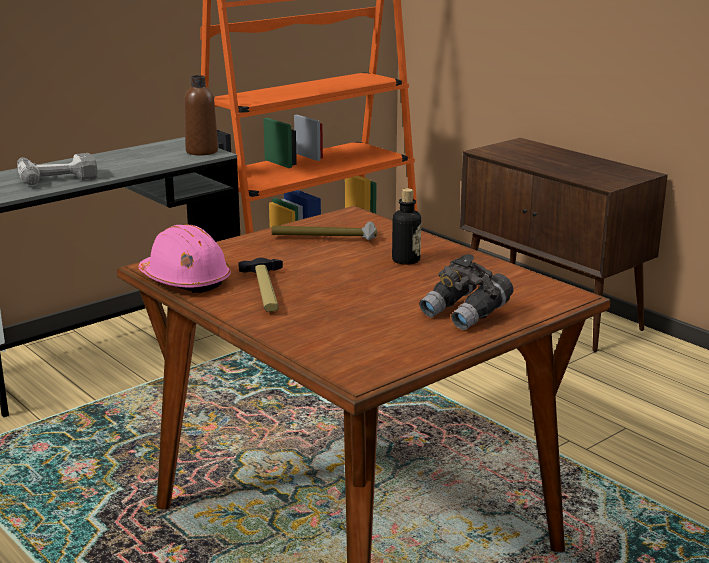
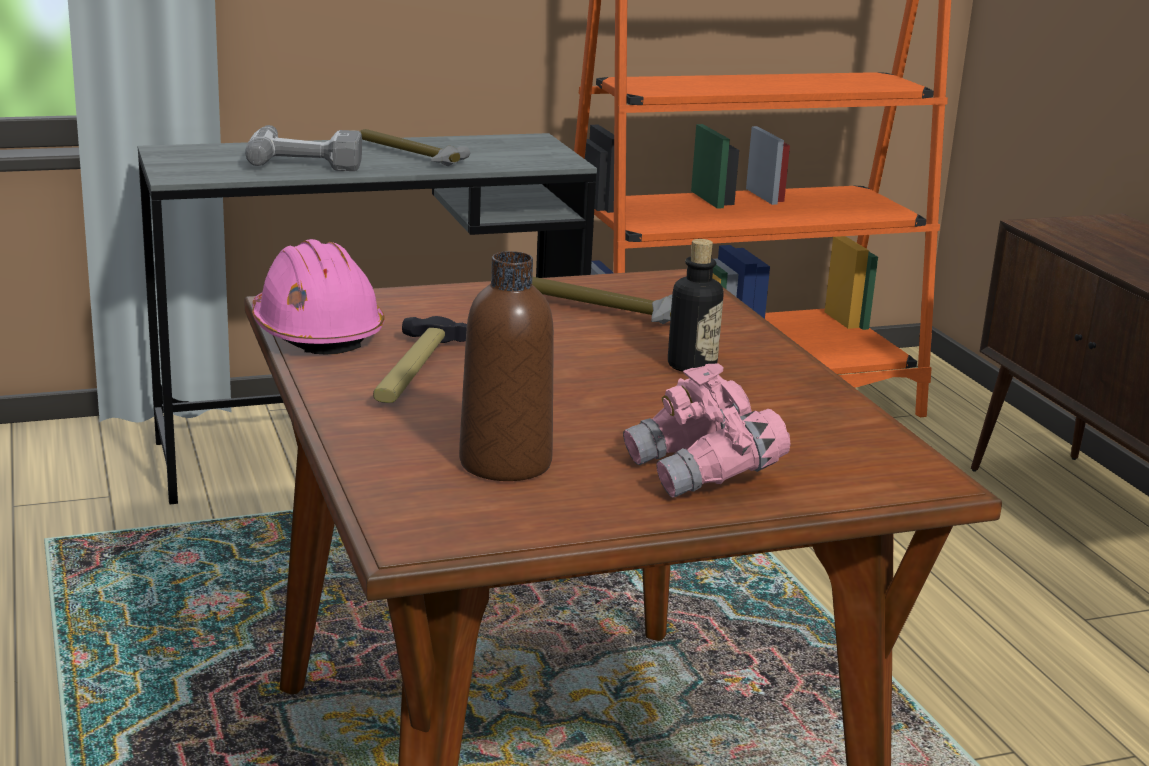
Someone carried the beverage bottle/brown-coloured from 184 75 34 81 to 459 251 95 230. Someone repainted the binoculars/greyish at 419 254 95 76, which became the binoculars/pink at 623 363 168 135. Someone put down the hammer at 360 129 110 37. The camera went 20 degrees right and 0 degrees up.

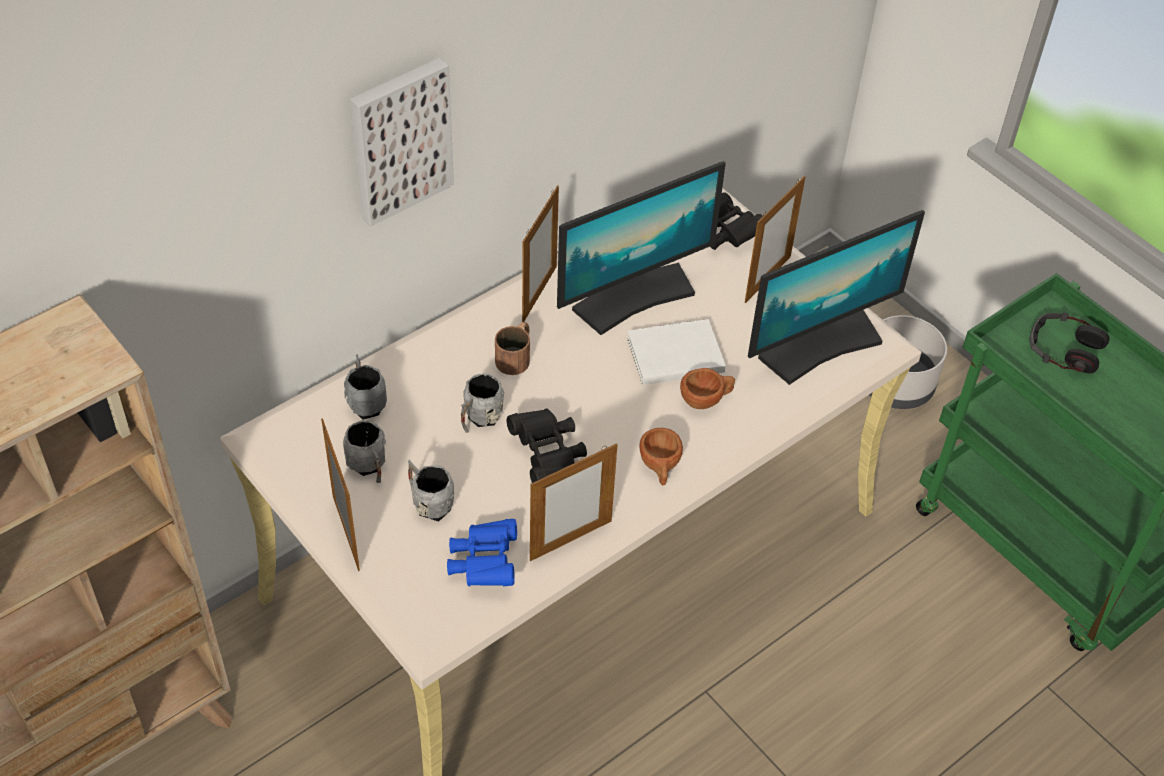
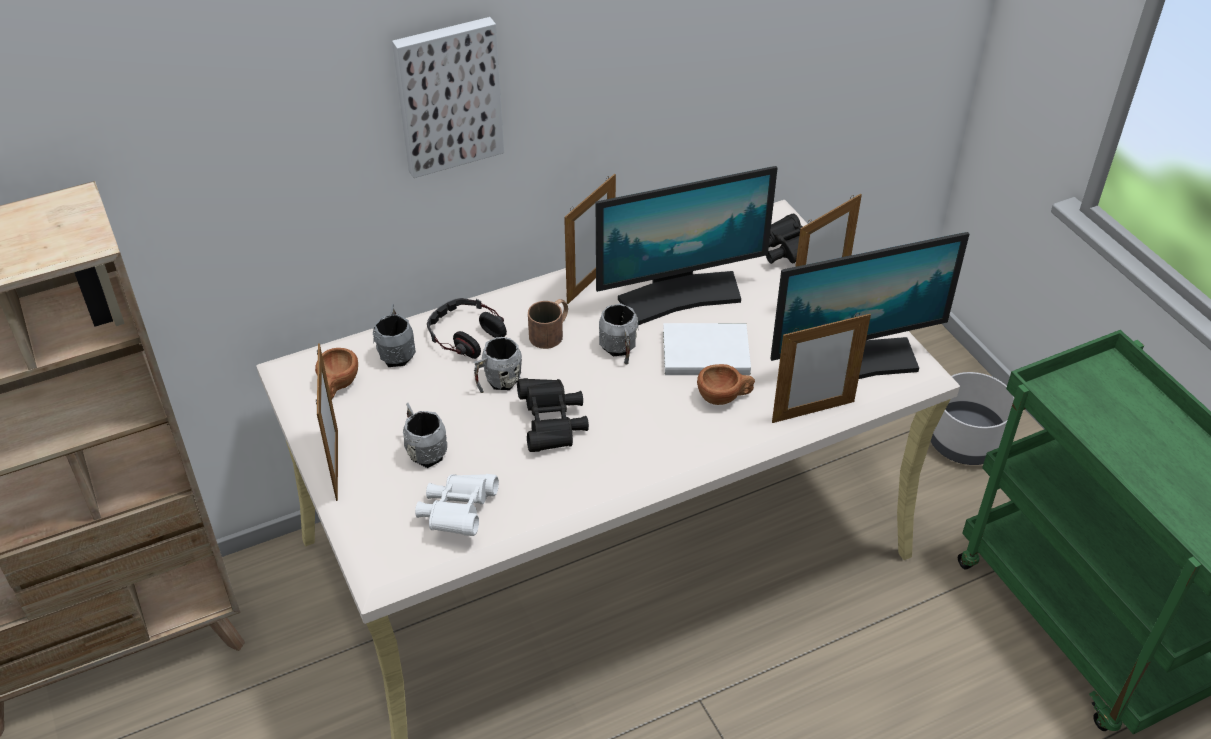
Someone carried the headphones from 1029 312 81 61 to 427 298 80 61. Someone carried the mug/greyish from 343 420 43 63 to 599 303 40 61. Someone carried the drinking cup/brown-coloured from 639 428 44 57 to 315 348 43 51. Someone carried the picture frame from 530 443 88 118 to 772 313 99 110. Someone repainted the binoculars/bluish at 447 519 70 67, which became the binoculars/white-coloured at 415 474 84 62. The camera went 15 degrees right and 5 degrees down.

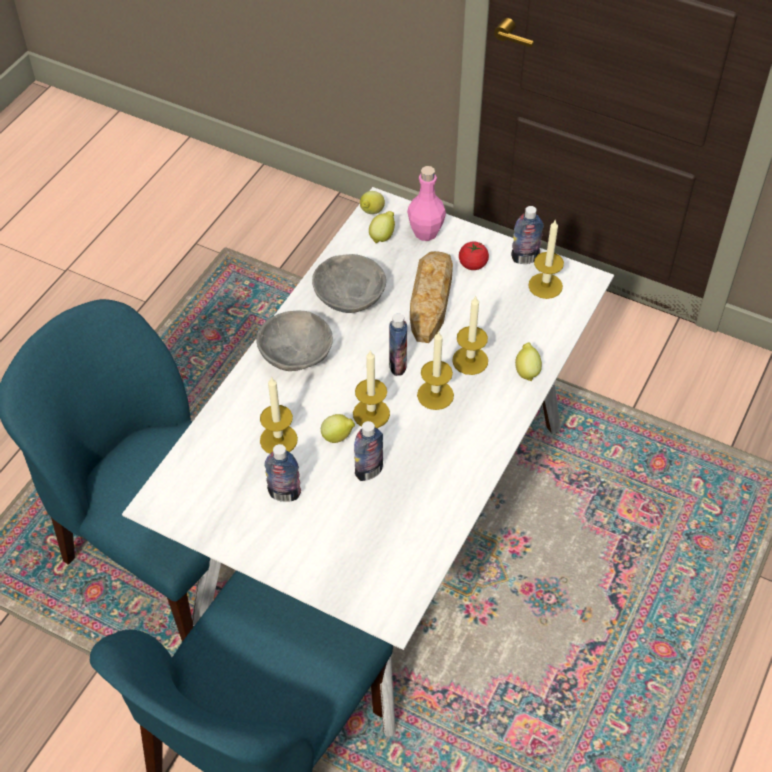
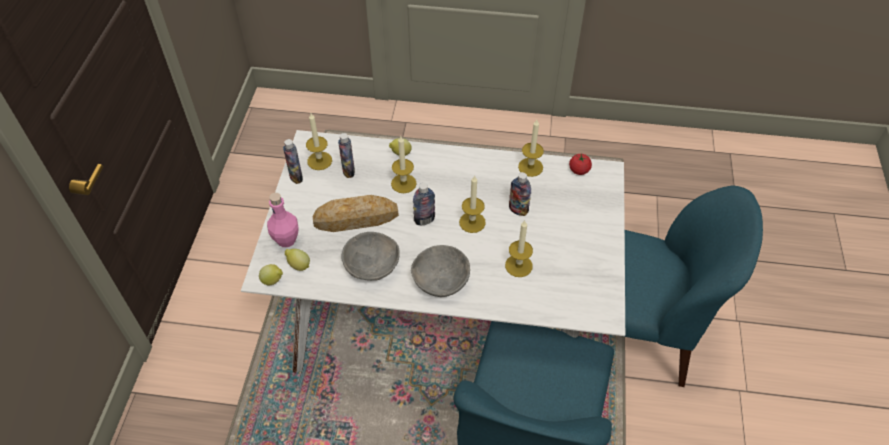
Someone carried the fresh tomato from 459 241 30 29 to 569 154 23 21. Someone carried the wax candle from 417 332 37 78 to 518 120 26 57. Someone took away the lemon at 321 414 34 29. Someone carried the beverage bottle from 264 444 37 58 to 338 133 17 45. The camera went 110 degrees left and 0 degrees up.

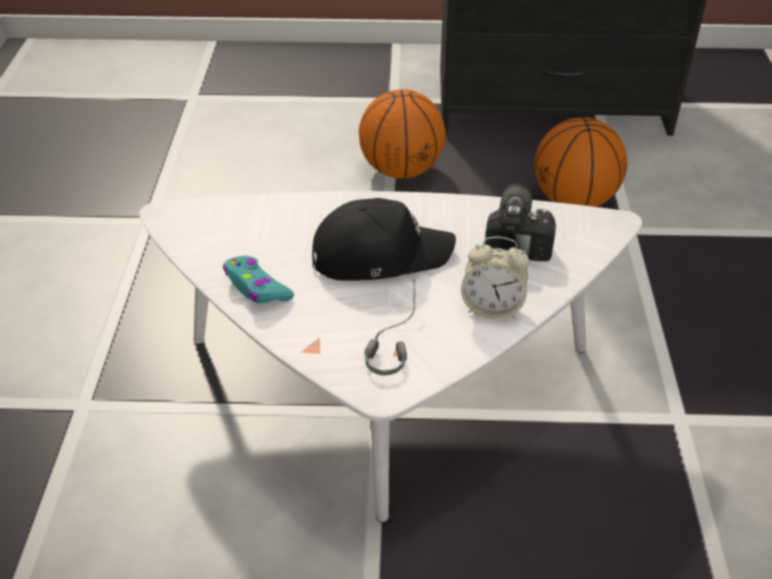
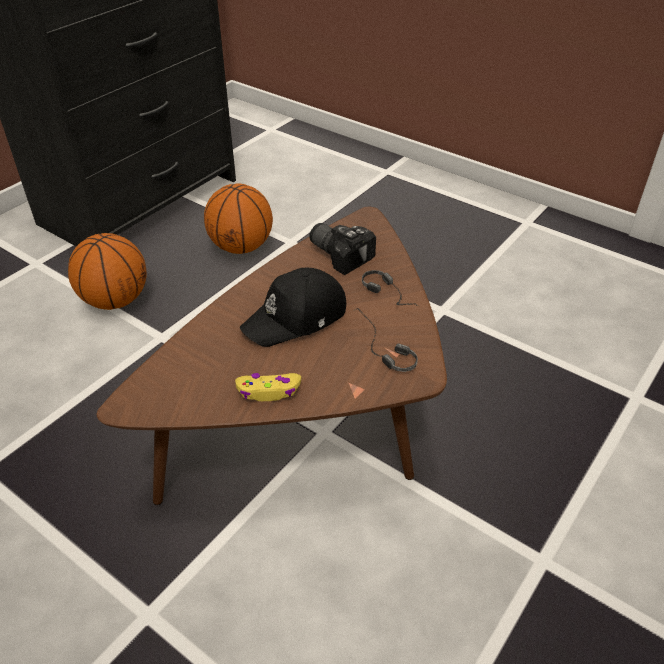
Someone repainted the low table/white-coloured at 139 191 503 332, which became the low table/brown-coloured at 97 207 350 298. Someone rotated the cap/black-coloured at 312 198 144 82 by 150 degrees counterclockwise. Someone swapped the bedside clock at 461 236 69 83 for the headphones at 362 270 56 36. Someone repainted the game controller/turquoise-coloured at 223 256 71 48, which became the game controller/yellow at 235 373 66 28. The camera went 55 degrees left and 0 degrees up.

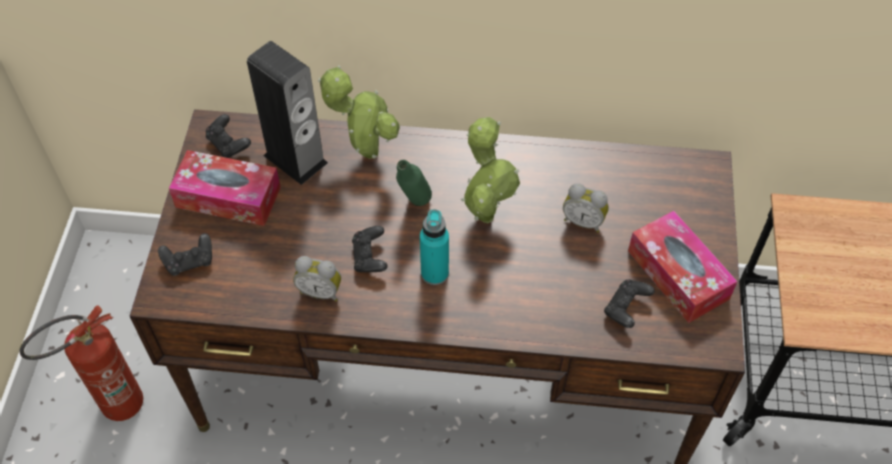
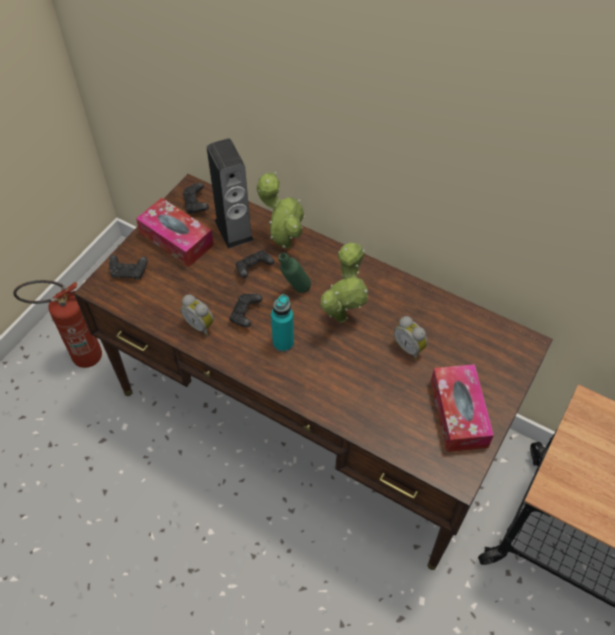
Someone carried the game controller/black-coloured from 604 279 51 49 to 236 250 38 28. The camera went 25 degrees right and 0 degrees up.

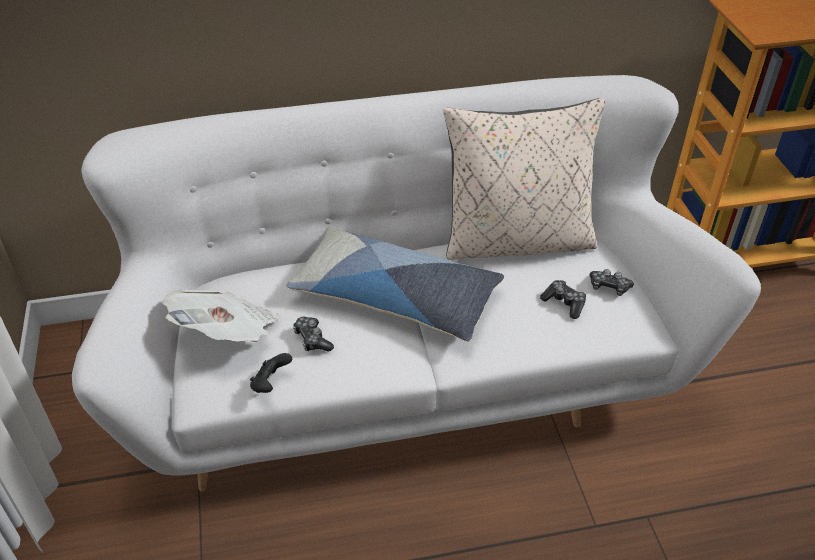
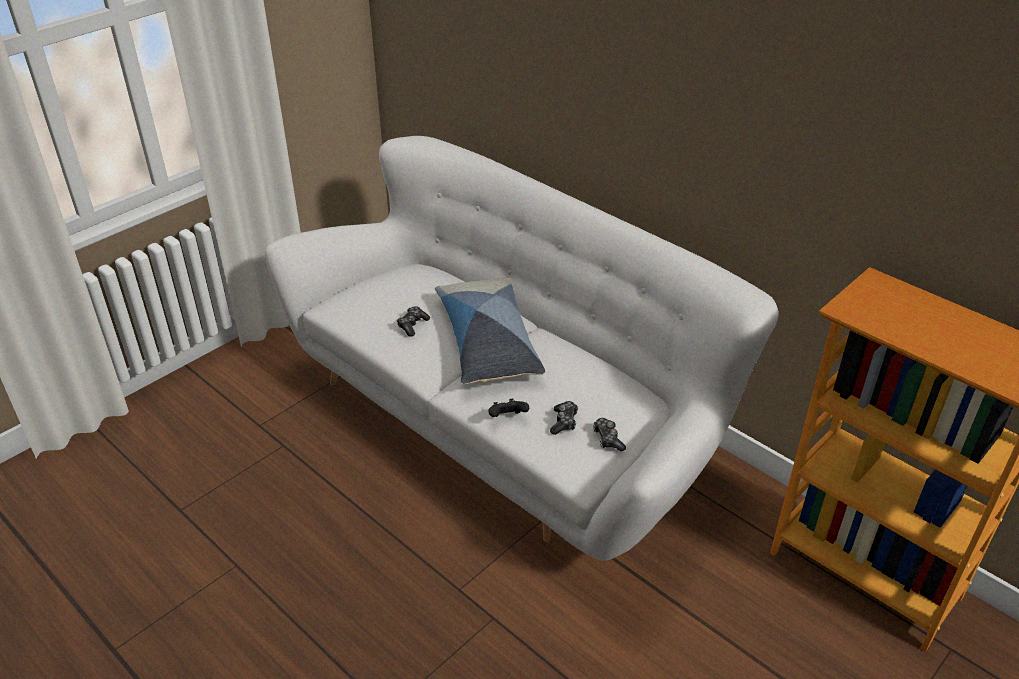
Someone took away the cushion/beige at 443 98 162 162. Someone took away the daily paper at 162 290 119 53. Someone carried the game controller/black-coloured from 250 353 42 40 to 488 398 41 19. The camera went 55 degrees right and 5 degrees down.

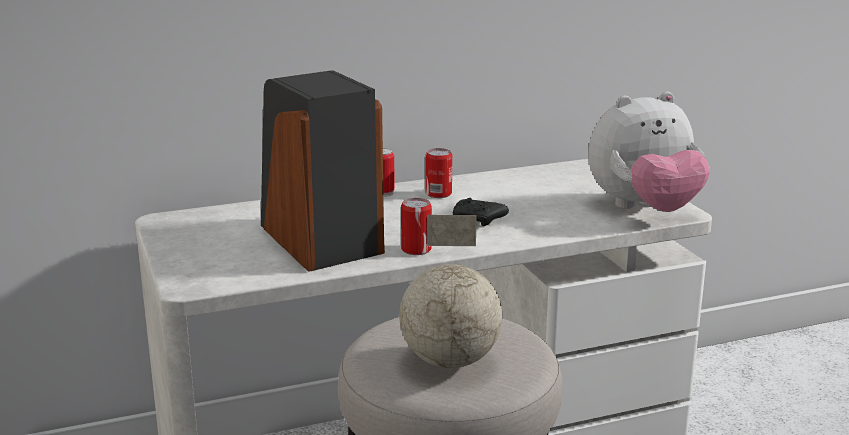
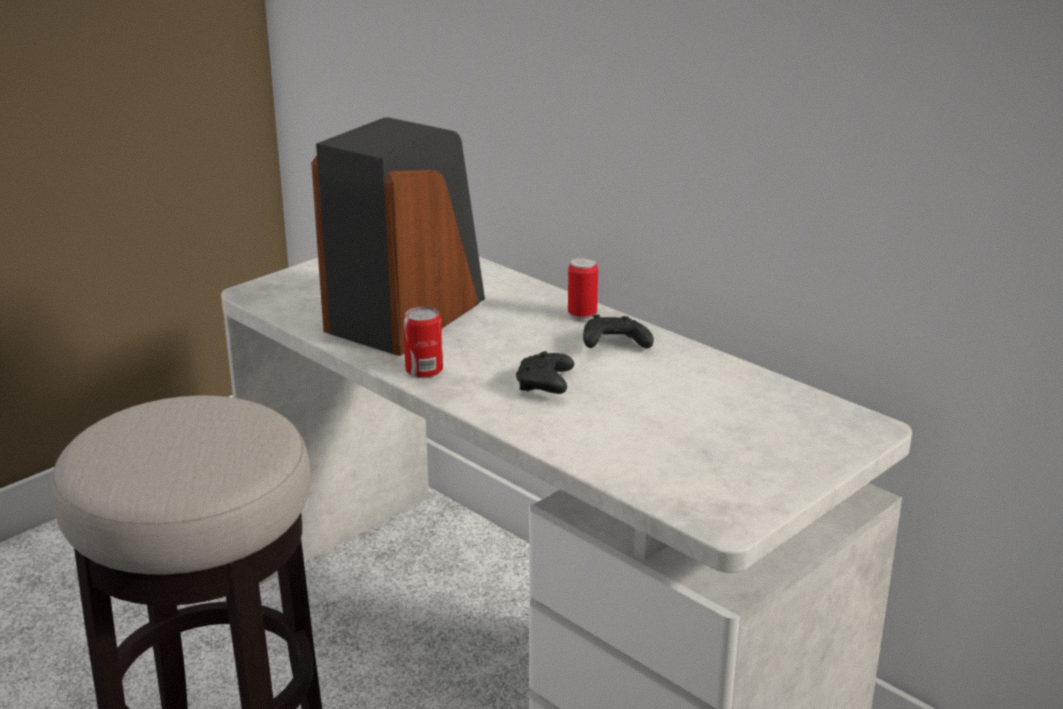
Someone took away the cuddly toy at 588 92 122 120. Someone swapped the can at 425 148 27 50 for the game controller/black-coloured at 583 314 71 34. Someone took away the world globe at 399 215 103 153. The camera went 65 degrees right and 5 degrees up.

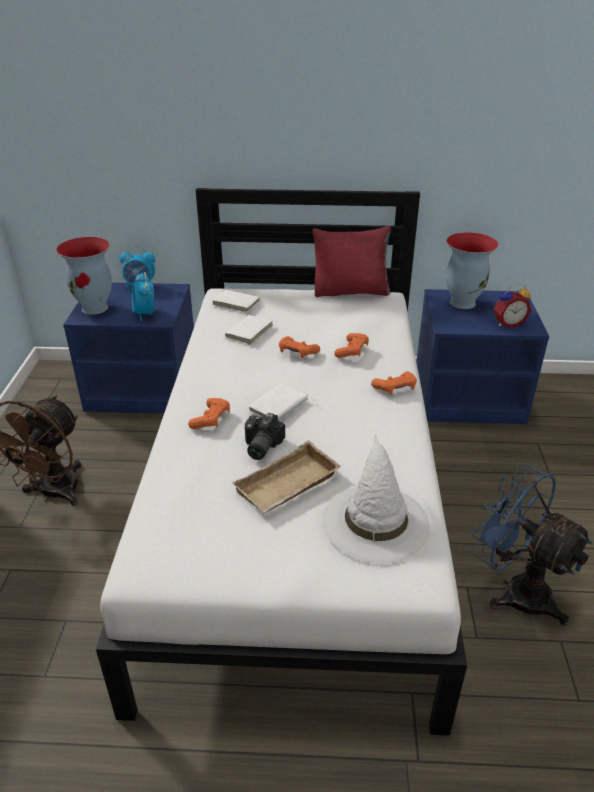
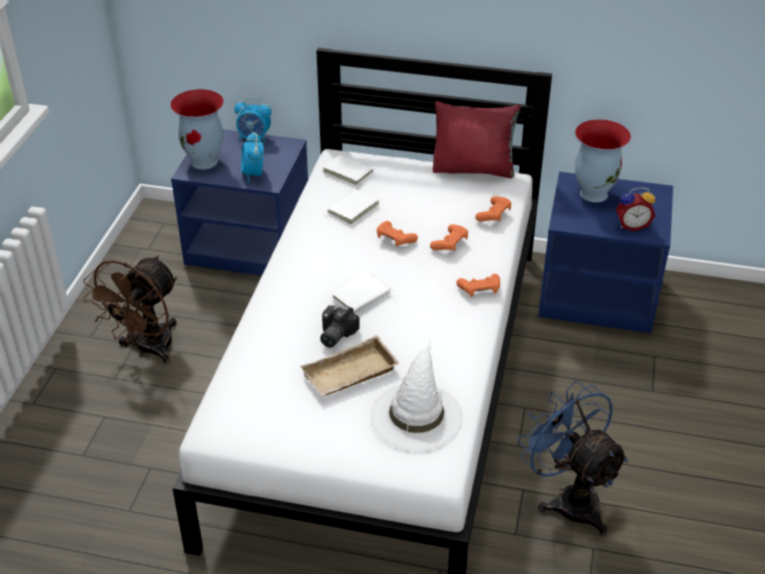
Someone carried the game controller/orange from 188 398 42 31 to 476 196 35 26. The camera went 10 degrees right and 5 degrees up.

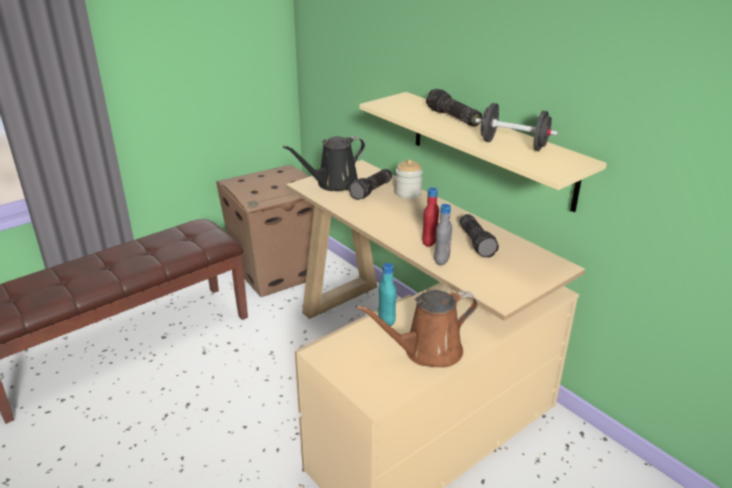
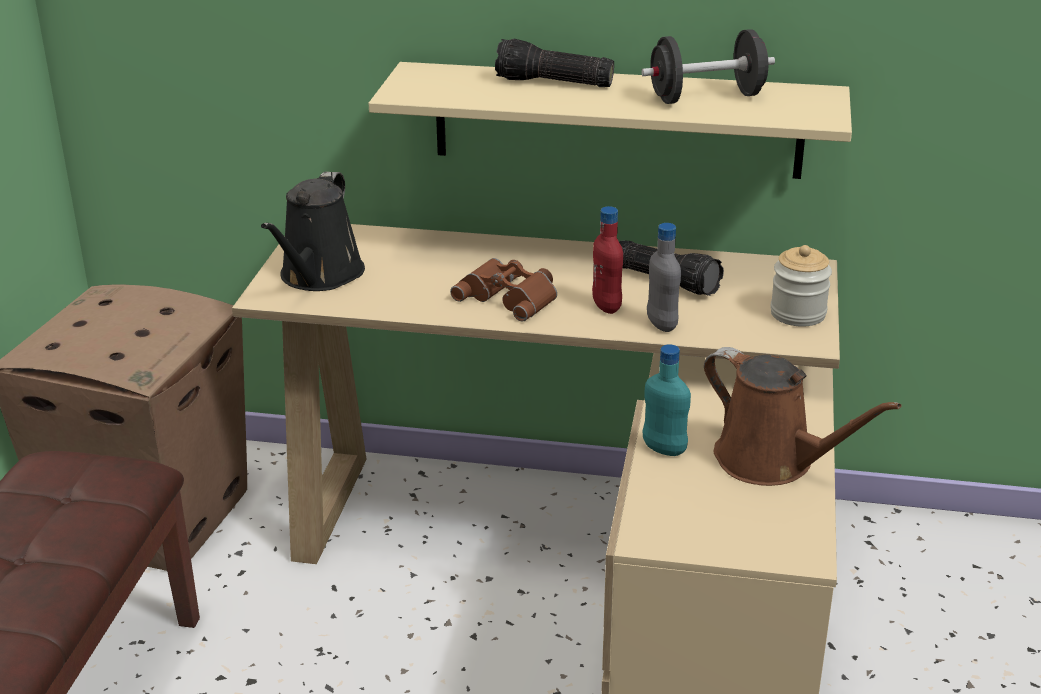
Someone carried the preserve jar from 395 159 28 40 to 770 245 62 82. Someone took away the flashlight at 348 169 44 31. Someone rotated the watering pot/brown-coloured at 356 290 122 78 by 75 degrees counterclockwise. Someone put down the binoculars/brown-coloured at 450 258 107 64. The camera went 40 degrees left and 0 degrees up.

